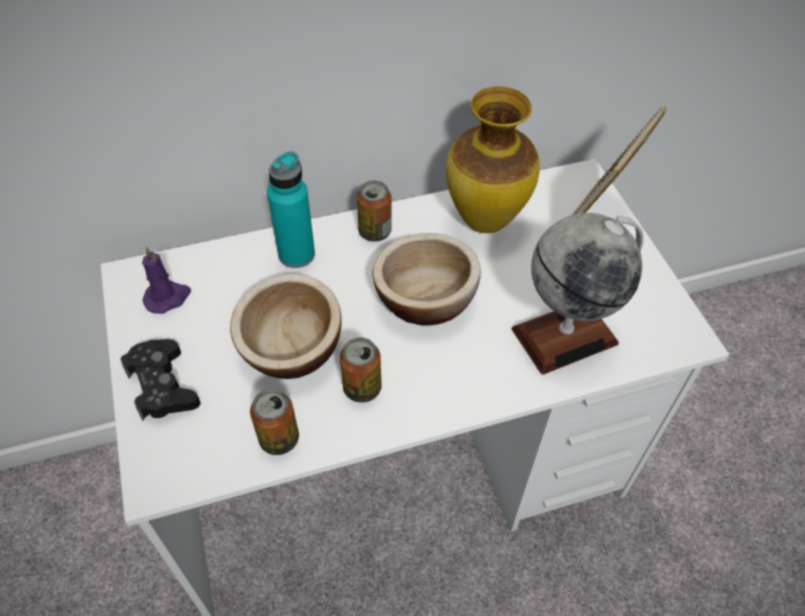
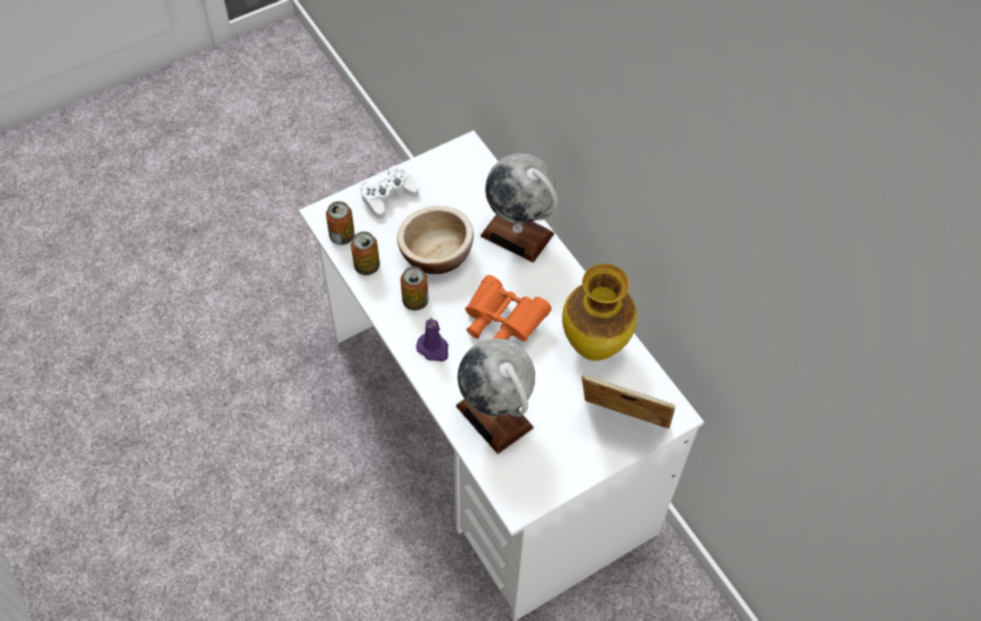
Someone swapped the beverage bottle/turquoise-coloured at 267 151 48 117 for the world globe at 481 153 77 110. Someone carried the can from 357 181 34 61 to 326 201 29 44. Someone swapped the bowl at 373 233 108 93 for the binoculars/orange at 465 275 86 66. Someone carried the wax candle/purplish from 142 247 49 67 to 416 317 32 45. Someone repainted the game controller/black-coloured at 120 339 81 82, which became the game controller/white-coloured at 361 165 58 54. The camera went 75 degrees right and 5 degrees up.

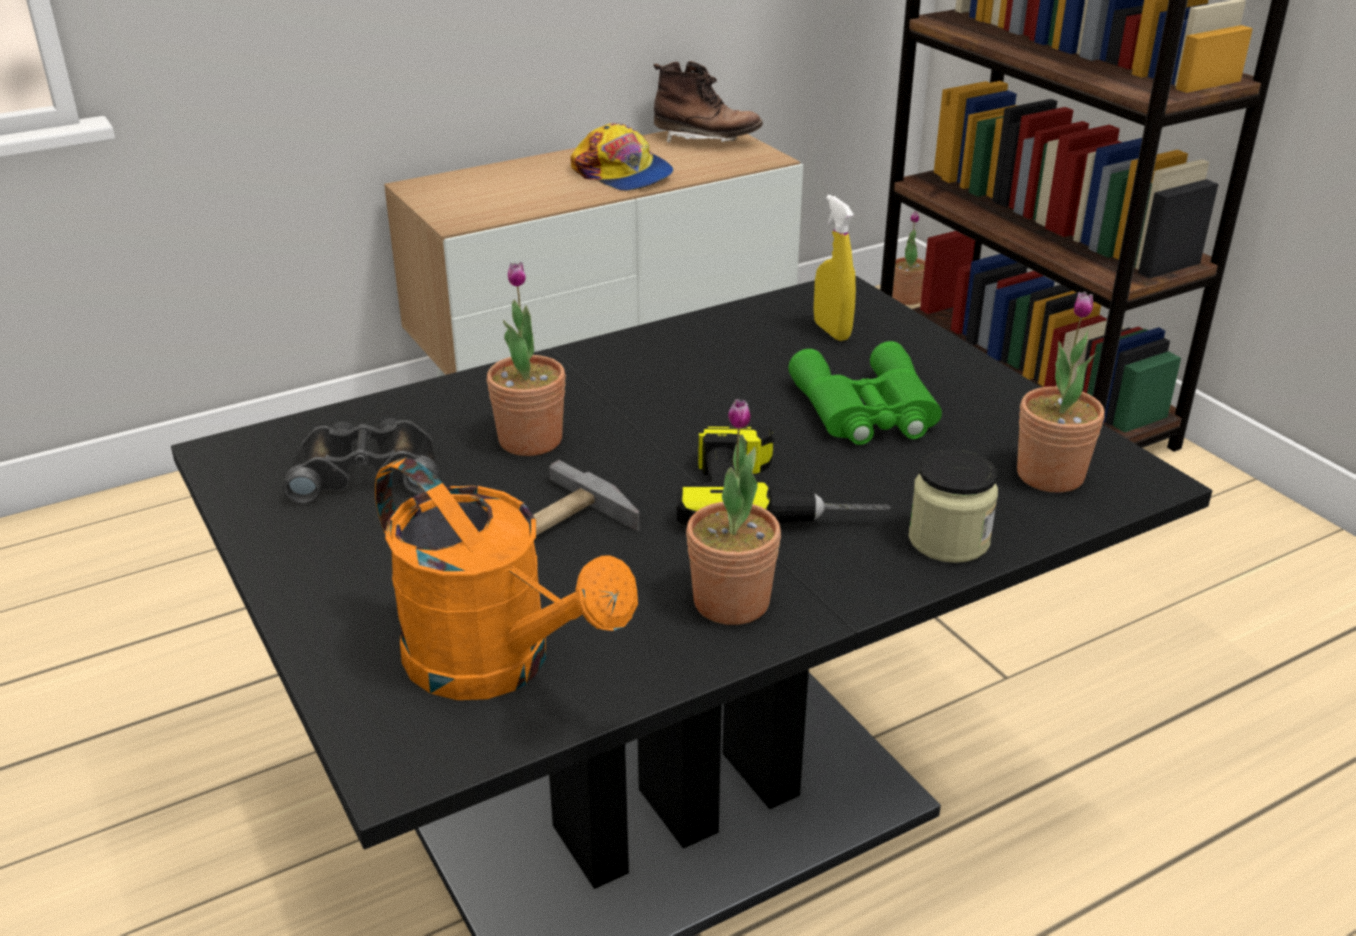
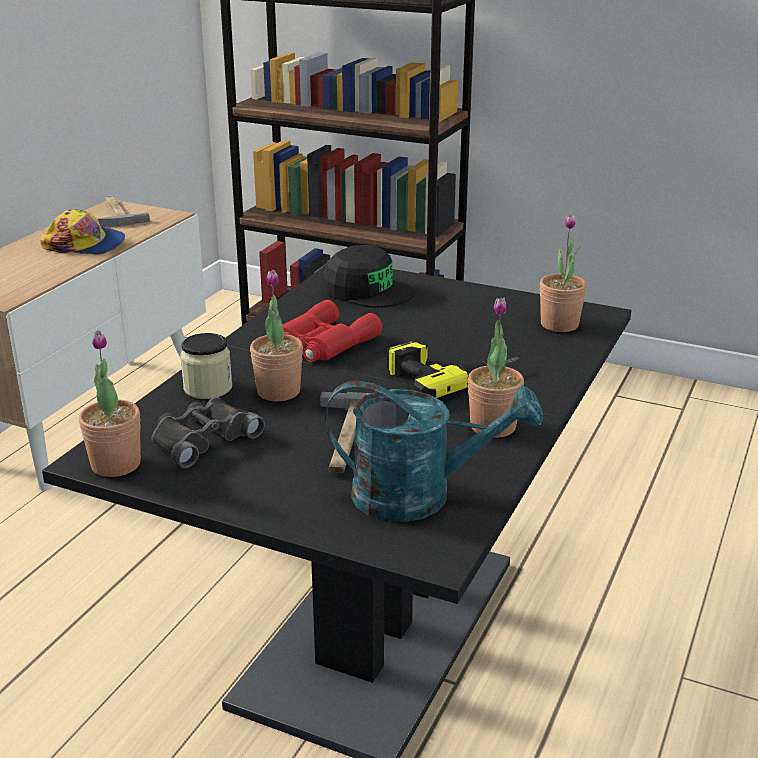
Someone swapped the boot/brown-coloured at 654 61 109 82 for the hammer at 97 195 53 32. Someone swapped the hand sprayer/yellow at 814 195 42 146 for the cap/black-coloured at 323 245 93 63. Someone carried the plant in a pot from 892 211 33 94 to 79 330 62 147. Someone took away the binoculars/green at 788 341 154 104. Someone carried the preserve jar from 909 450 89 113 to 180 333 52 66. Someone repainted the watering pot/orange at 375 457 263 243, which became the watering pot/turquoise-coloured at 325 381 218 141. Someone put down the binoculars/red at 283 300 100 62. The camera went 35 degrees left and 5 degrees down.

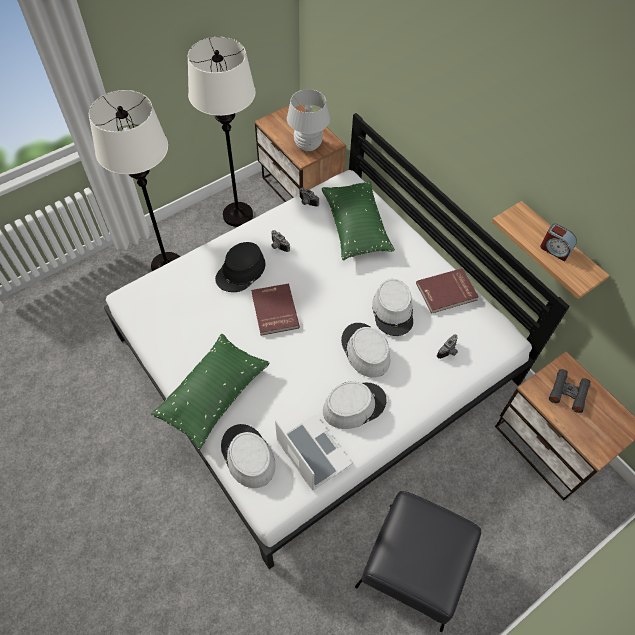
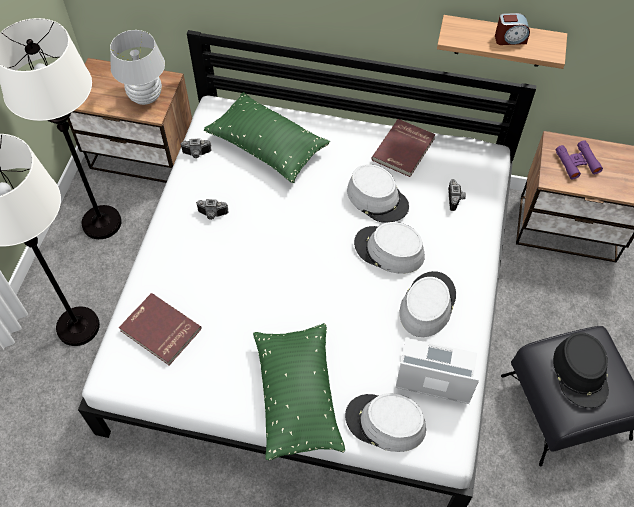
Someone carried the clothing hat/black-coloured from 215 242 51 50 to 553 332 56 76. Someone carried the book/red from 251 284 49 52 to 119 293 82 73. Someone repainted the binoculars/black-coloured at 549 369 42 44, which became the binoculars/purplish at 556 140 47 40. The camera went 40 degrees left and 0 degrees up.

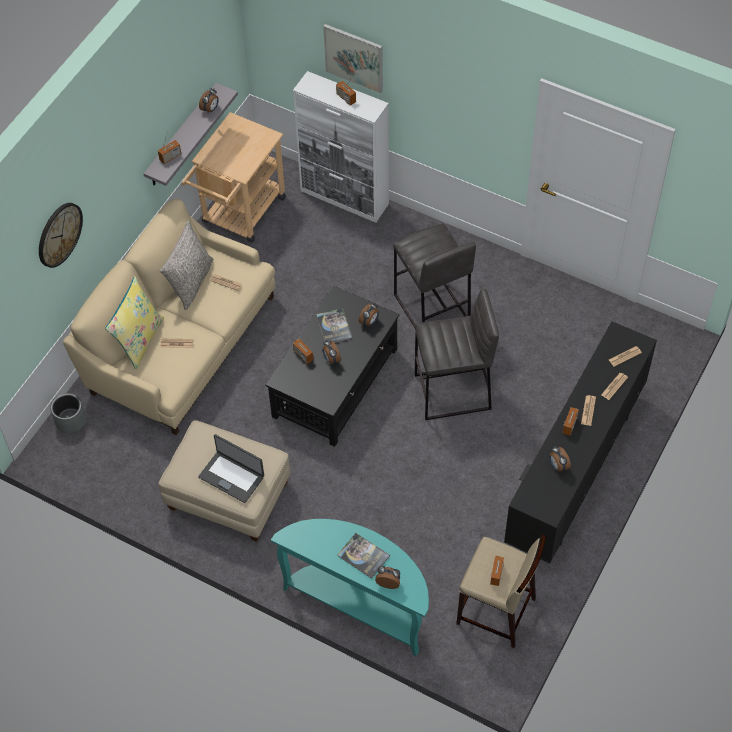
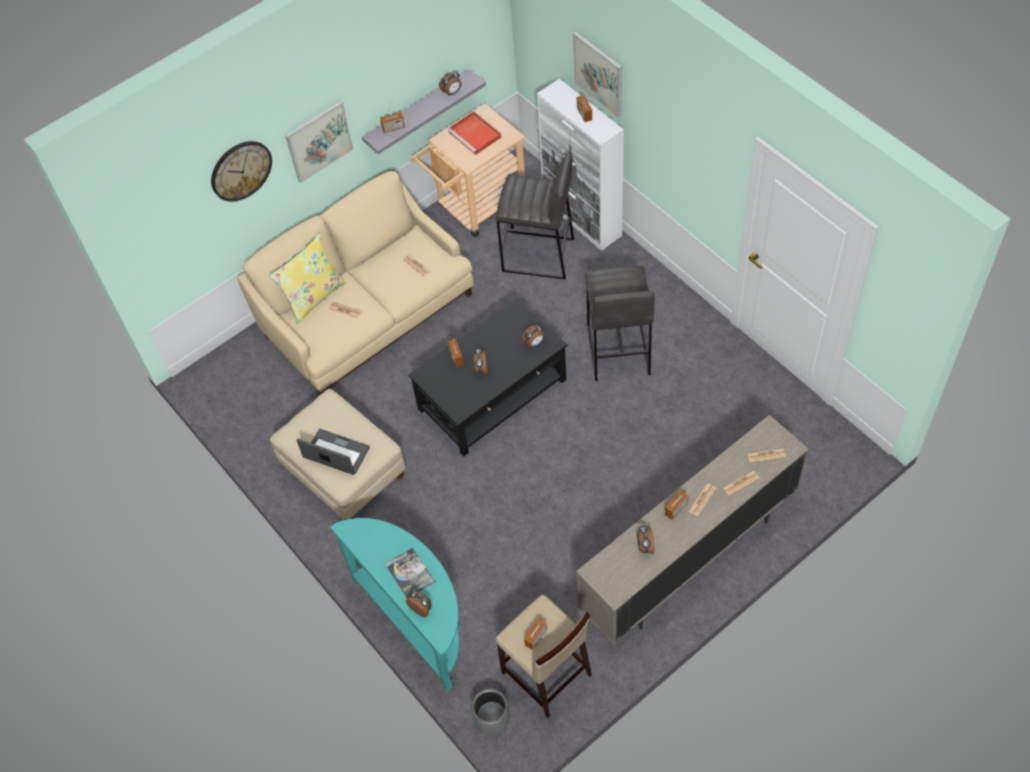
Someone took away the cushion/greyish at 160 220 53 90. Someone carried the stool/greyish from 415 289 84 131 to 496 153 78 126. Someone took away the book at 316 308 36 35. Someone repainted the media console/black-coloured at 504 321 153 243, which became the media console/beige at 576 415 233 229. Someone carried the plant pot/greyish from 50 393 36 40 to 471 689 39 45. Someone rotated the portable computer at 198 434 66 69 by 150 degrees clockwise. Someone put up the wall art at 285 101 69 82. Someone put down the tray/red at 448 112 53 43. The camera went 25 degrees right and 0 degrees up.

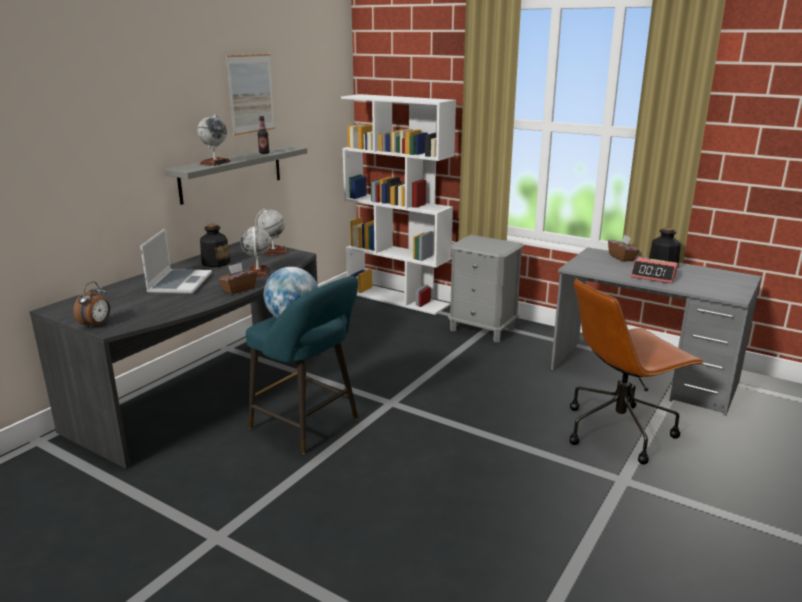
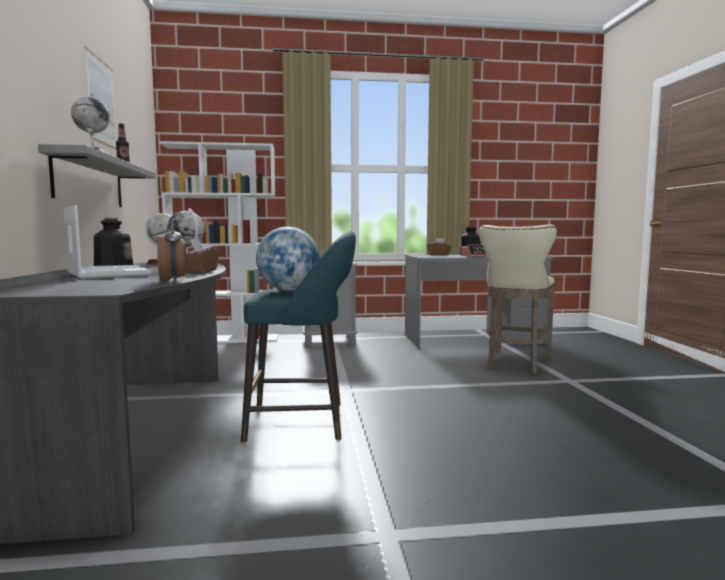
Someone swapped the office chair/brown-coloured at 570 279 134 185 for the stool/beige at 479 225 78 149. Someone carried the bedside clock from 73 281 38 48 to 157 219 30 63. The camera went 40 degrees left and 15 degrees down.

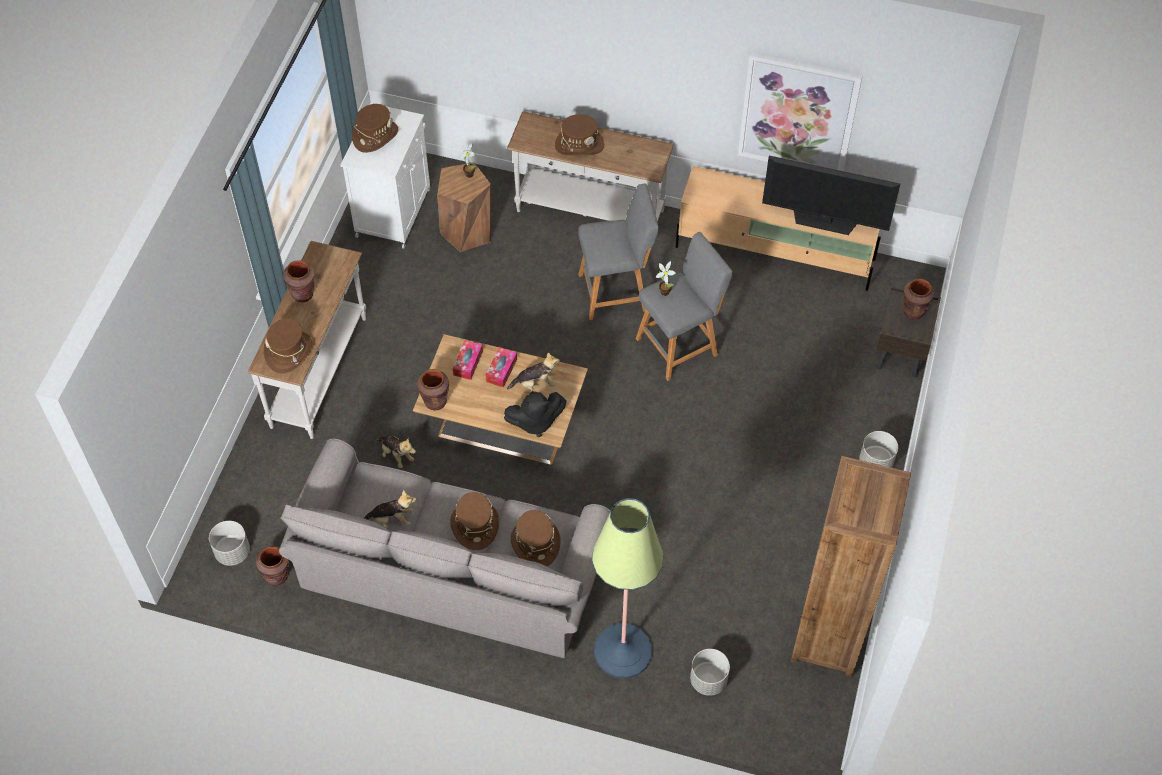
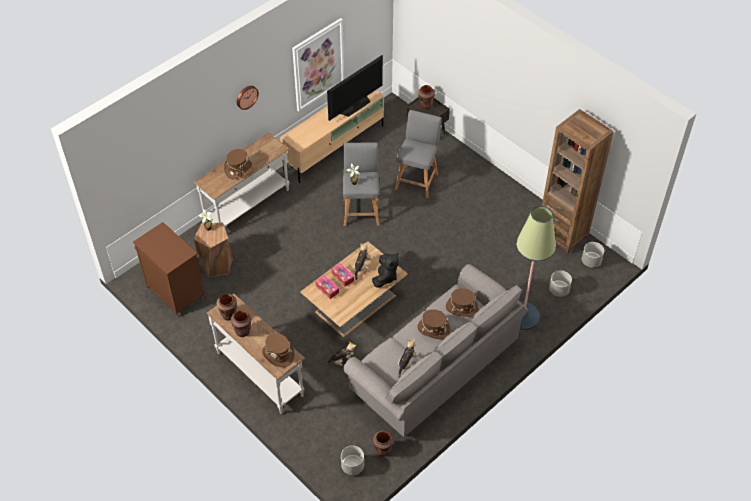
Someone repainted the cabinet/white-coloured at 340 103 90 146, which became the cabinet/brown-coloured at 133 222 73 95. Someone took away the clothing hat/brown-coloured at 352 104 46 49. Someone carried the stool/greyish from 578 183 81 137 to 395 110 47 88. Someone carried the decorative vase/brown-coloured from 417 369 32 41 to 217 294 20 27. Someone carried the plant pot/greyish from 859 431 39 37 to 582 242 22 25. Someone put up the wall clock at 237 86 22 24. The camera went 60 degrees left and 5 degrees down.

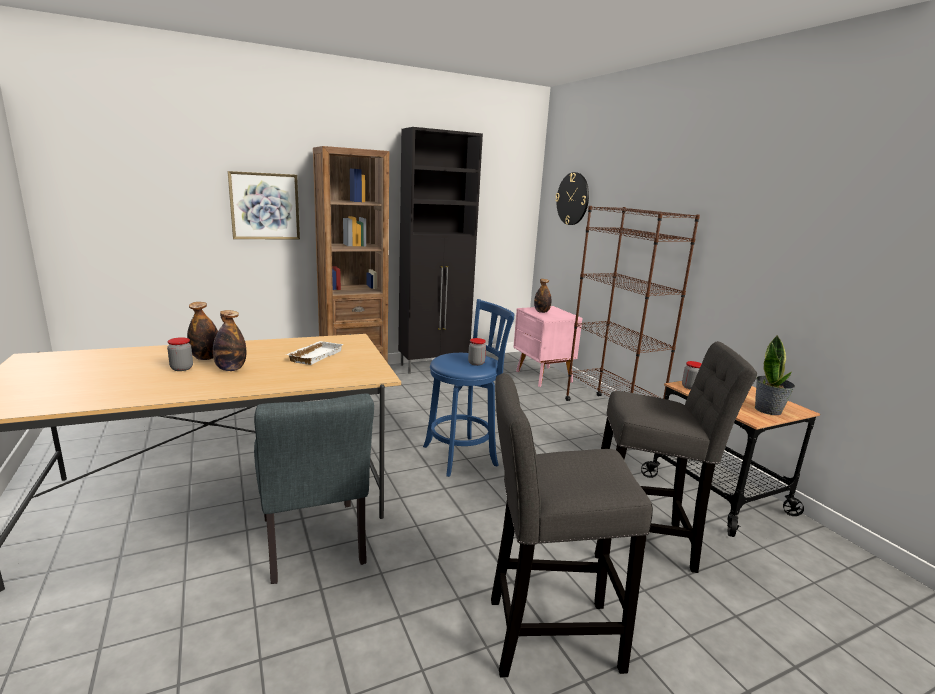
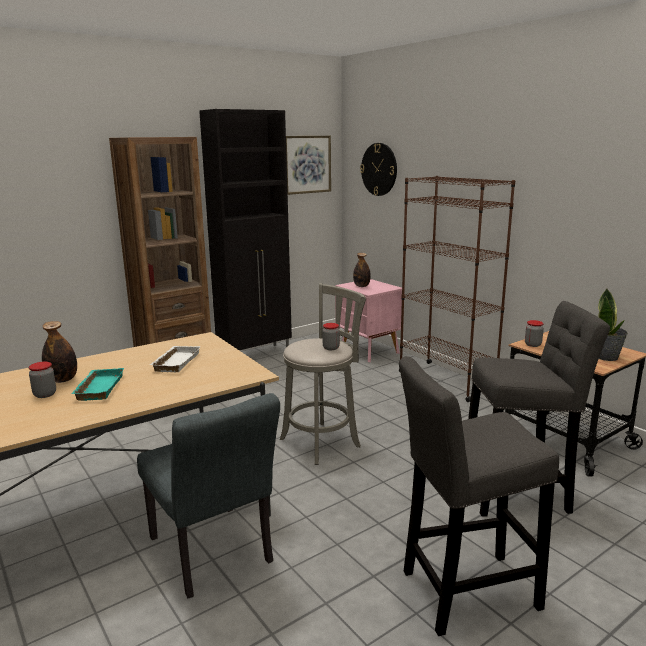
Someone carried the wall art from 228 171 72 68 to 286 136 45 59. Someone repainted the stool/bluish at 423 299 91 178, which became the stool/greyish at 280 283 86 182. Someone swapped the beverage bottle at 213 310 33 61 for the tray/turquoise-coloured at 71 368 53 33. The camera went 10 degrees left and 0 degrees up.

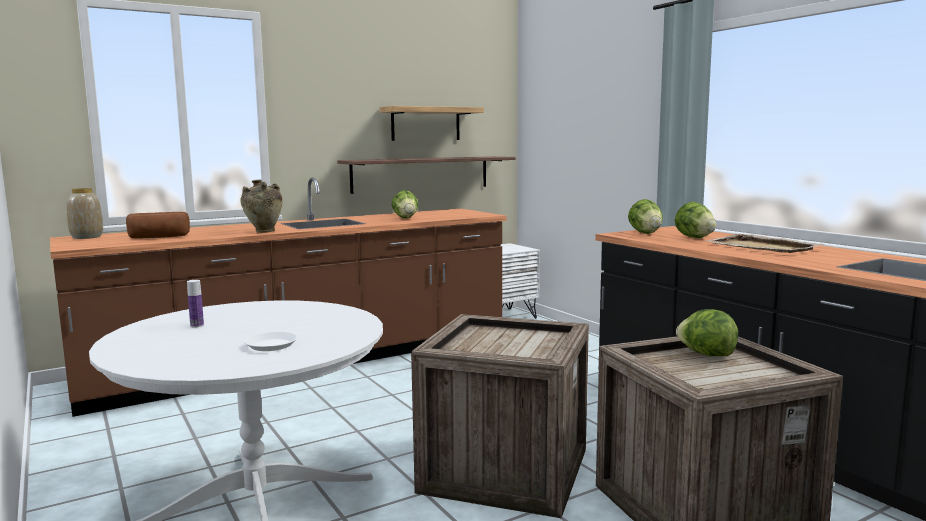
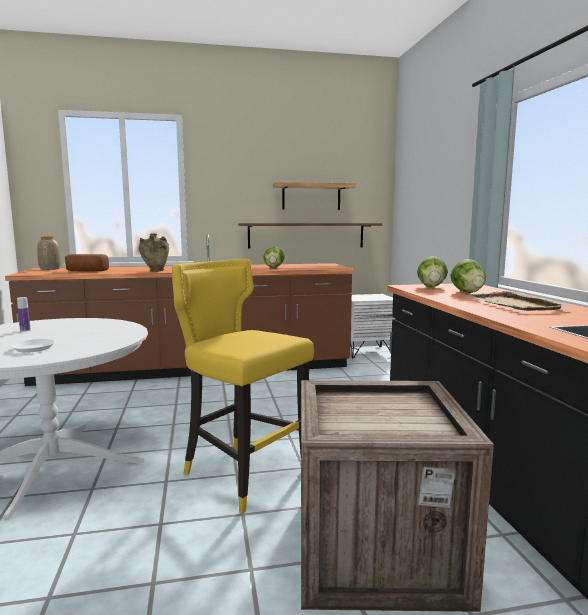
Someone took away the lettuce head at 676 309 62 47. Someone swapped the crate at 411 314 178 204 for the stool/yellow at 172 259 142 255. The camera went 20 degrees right and 0 degrees up.

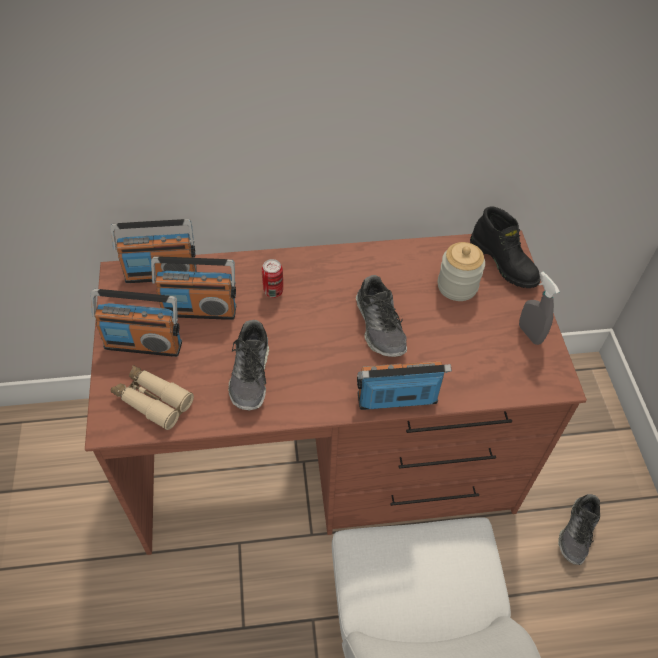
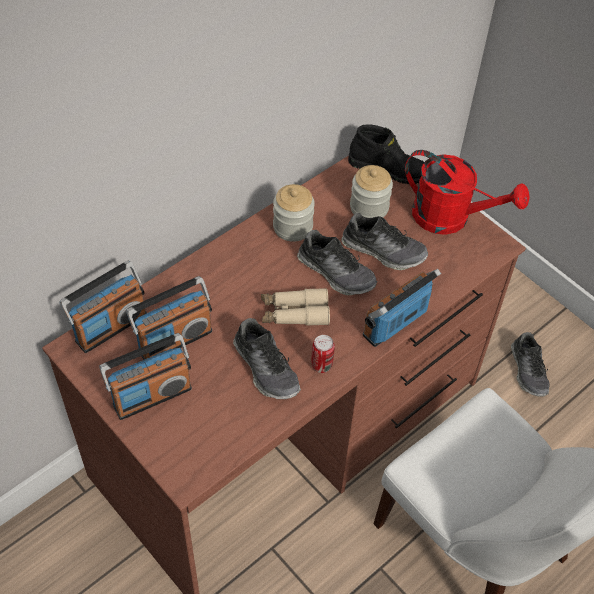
Someone carried the can from 262 259 21 39 to 311 335 24 38. Someone swapped the hand sprayer/greyish at 519 272 41 73 for the watering pot/red at 405 150 125 85. Someone carried the binoculars/beige from 111 365 83 65 to 261 288 69 38. Someone put down the preserve jar at 273 184 42 58. Someone put down the item of footwear at 341 213 87 57. The camera went 35 degrees left and 0 degrees up.

